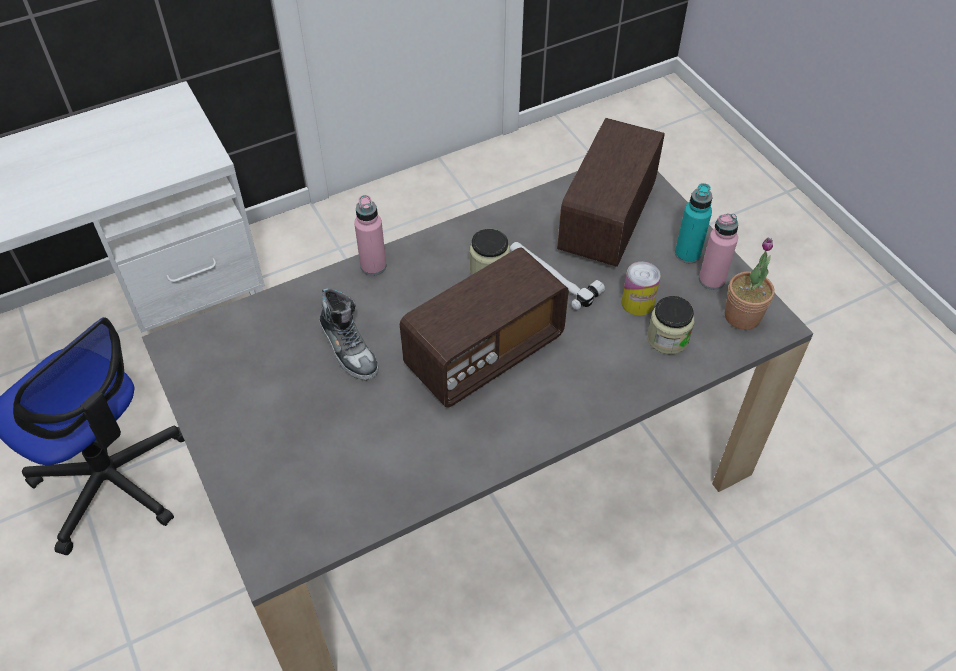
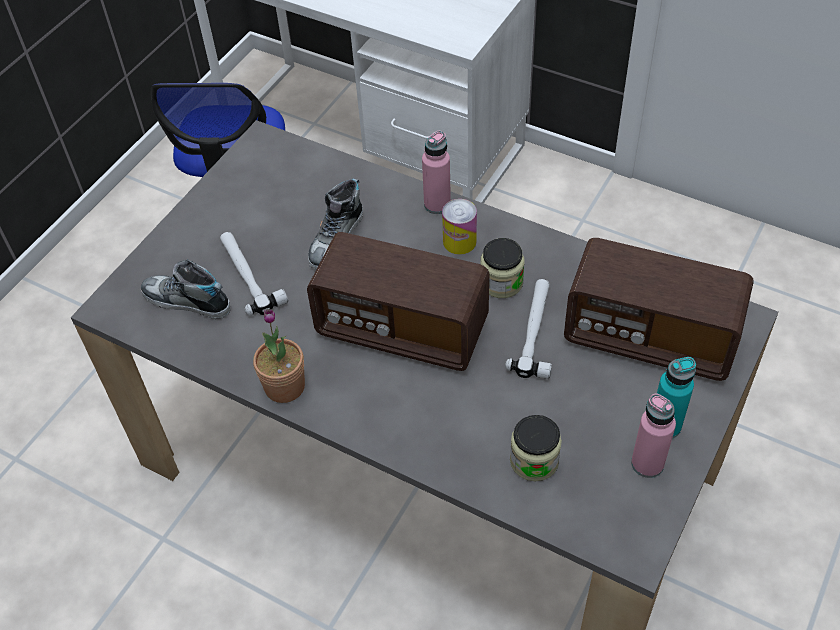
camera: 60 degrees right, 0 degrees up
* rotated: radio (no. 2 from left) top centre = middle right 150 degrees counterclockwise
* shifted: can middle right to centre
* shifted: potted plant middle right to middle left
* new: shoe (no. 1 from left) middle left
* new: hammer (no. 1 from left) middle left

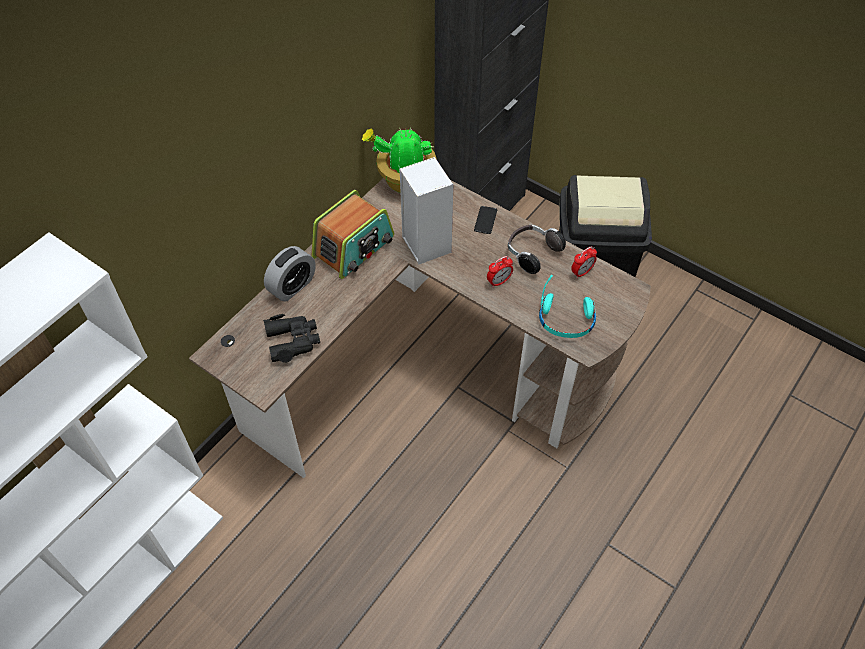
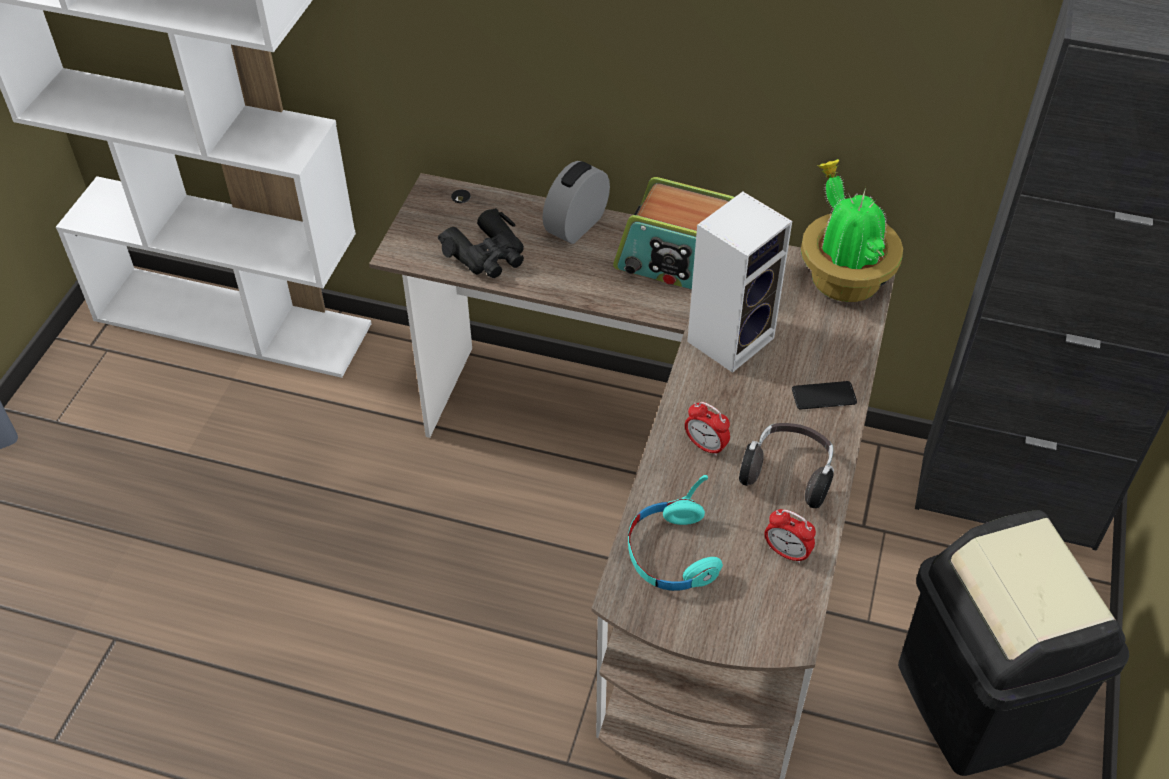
camera: 70 degrees right, 5 degrees down
* rotated: alarm clock (no. 1 from left) centre = top centre 105 degrees clockwise

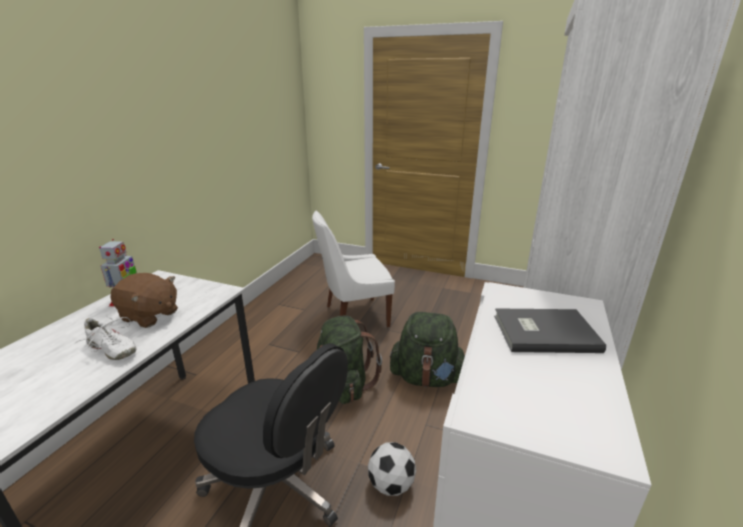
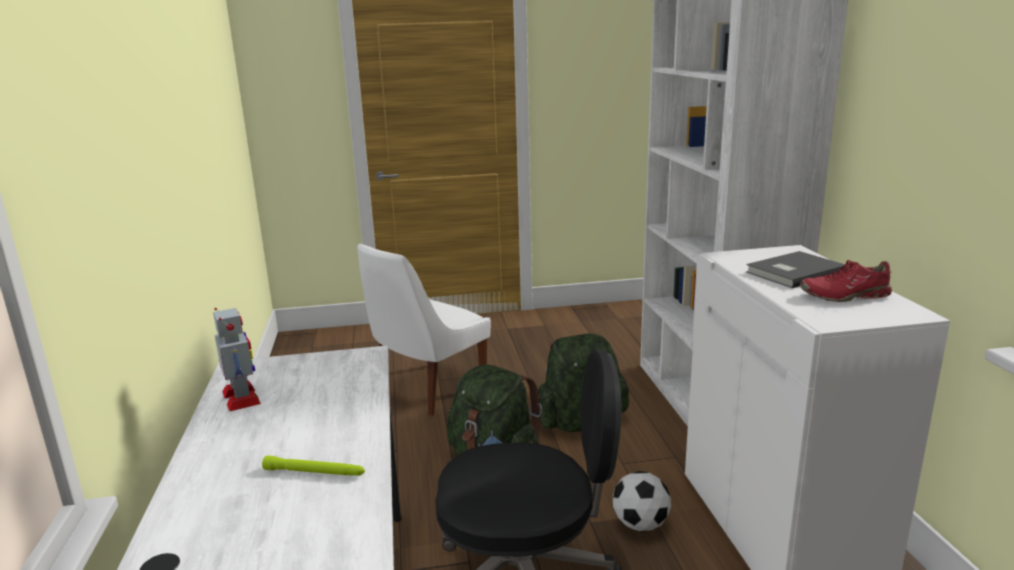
camera: 30 degrees left, 5 degrees down
* gone: white shoe middle left
* gone: brown plush toy middle left
* new: green flashlight bottom left
* new: red shoe middle right

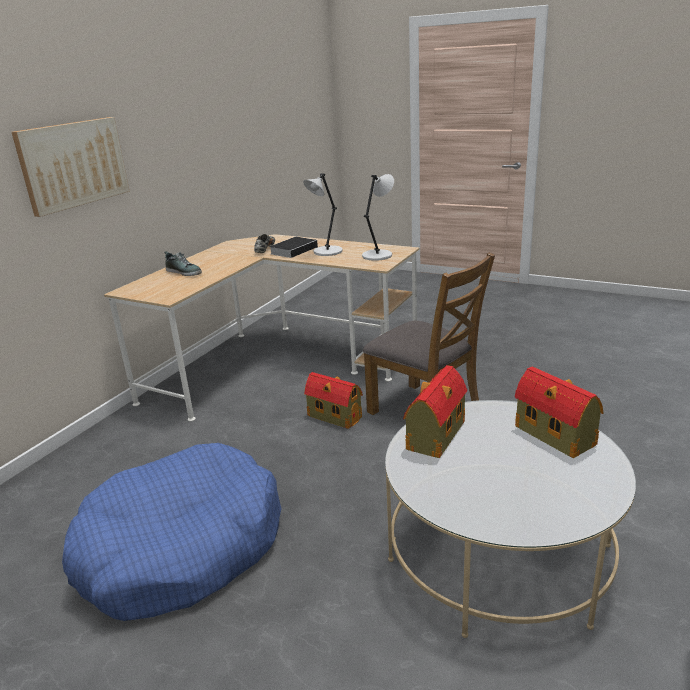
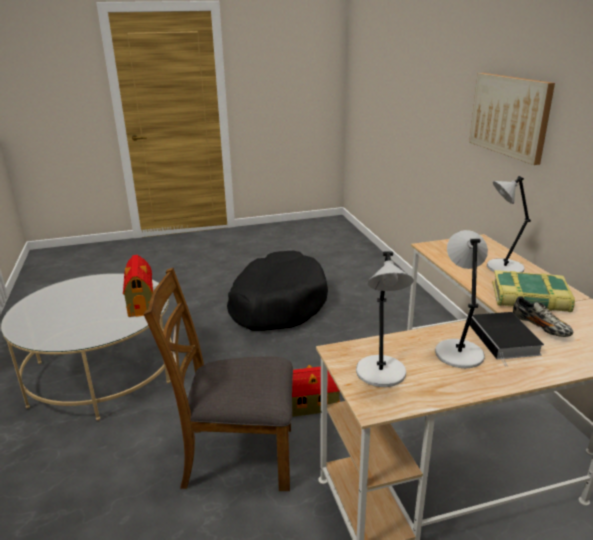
camera: 135 degrees right, 0 degrees up
* repainted: blue dog bed bottom left to black dog bed centre
* swapped: shoe (no. 1 from left) middle left to grey table lamp (no. 3 from left) middle right
* gone: toy house (no. 3 from left) middle right
* new: book (no. 2 from left) middle right

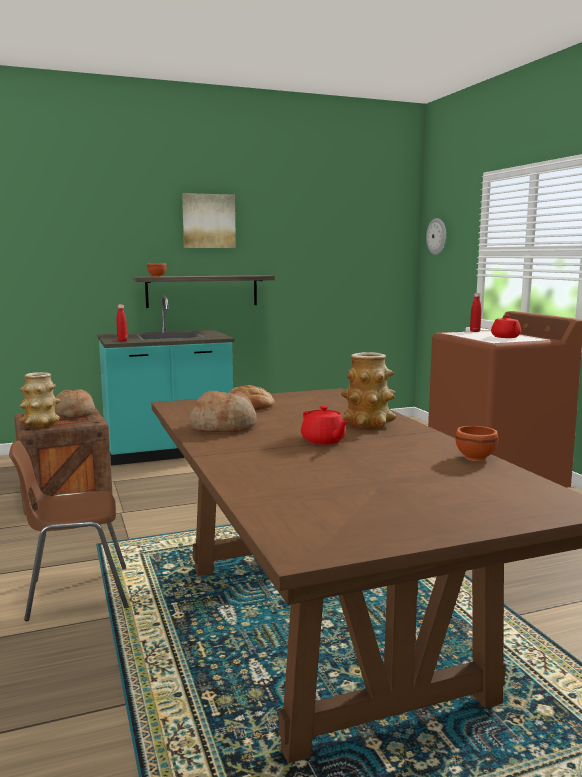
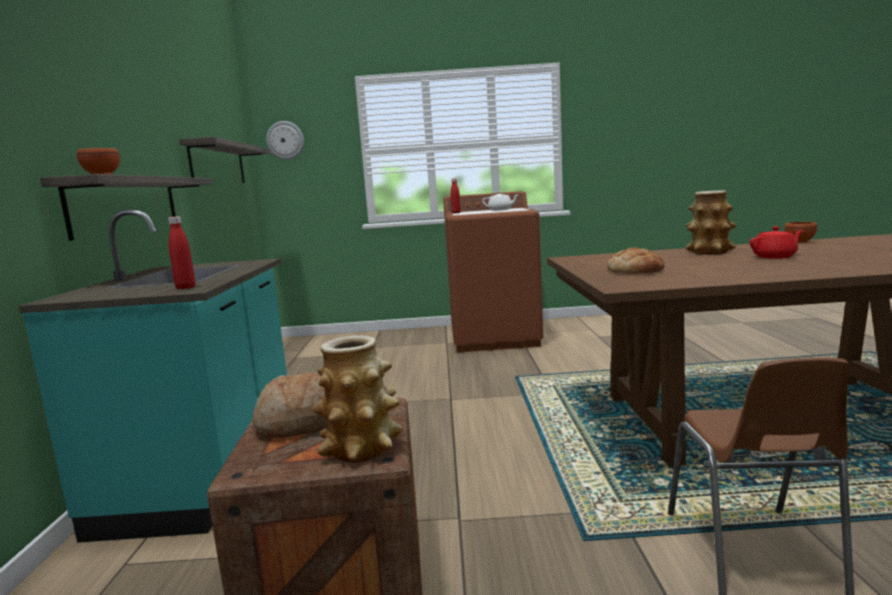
camera: 70 degrees left, 0 degrees up
* gone: picture top centre
* gone: bread (no. 2 from left) centre
* repainted: red teapot (no. 2 from left) middle right to white teapot centre
* new: shelf (no. 2 from left) top left

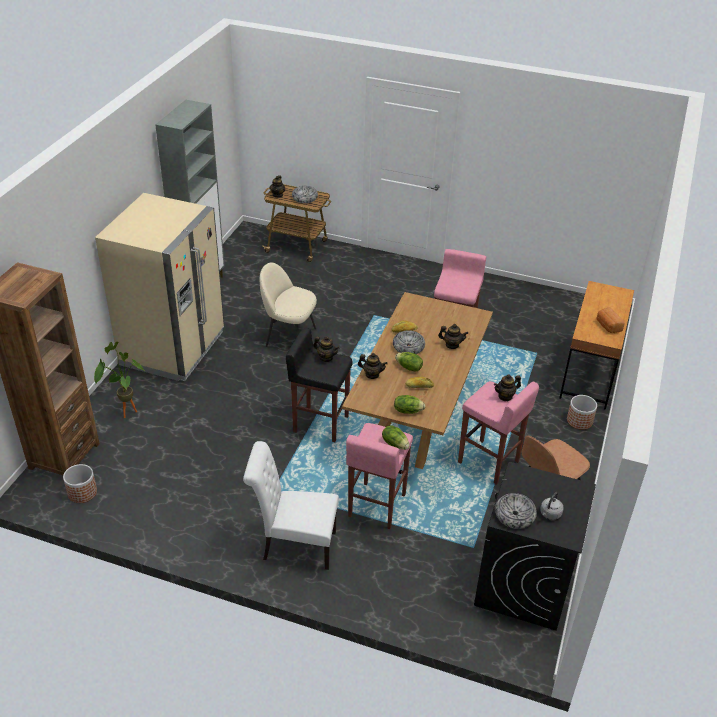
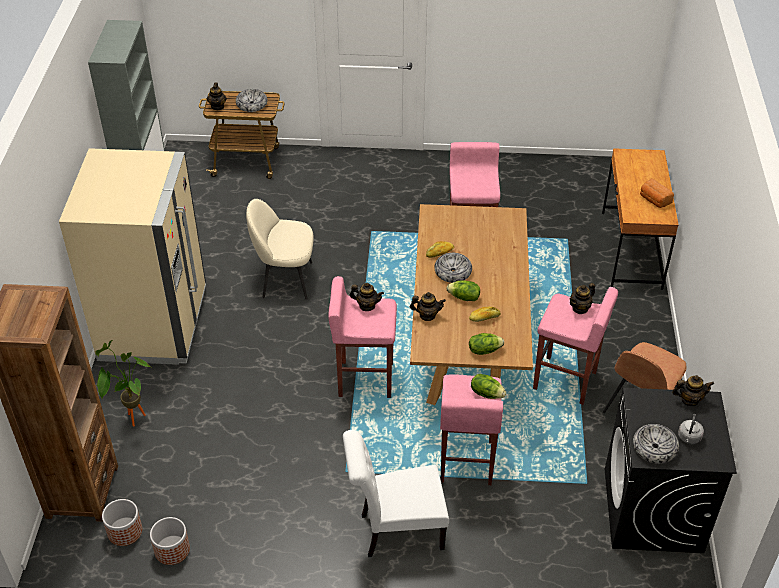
camera: 15 degrees left, 5 degrees up
* repainted: black stool centre to pink stool (no. 1 from left) centre
* shifted: teapot (no. 4 from left in the first image) centre to teapot (no. 5 from left) middle right
* shifted: planter (no. 2 from left) middle right to bottom left

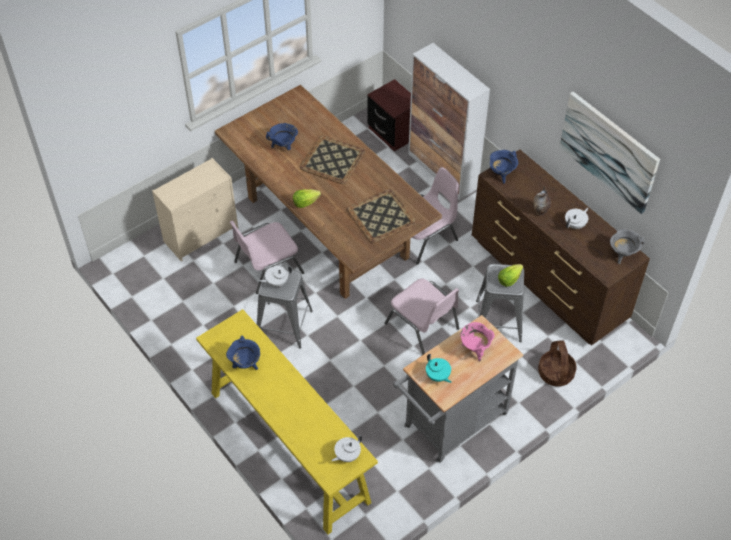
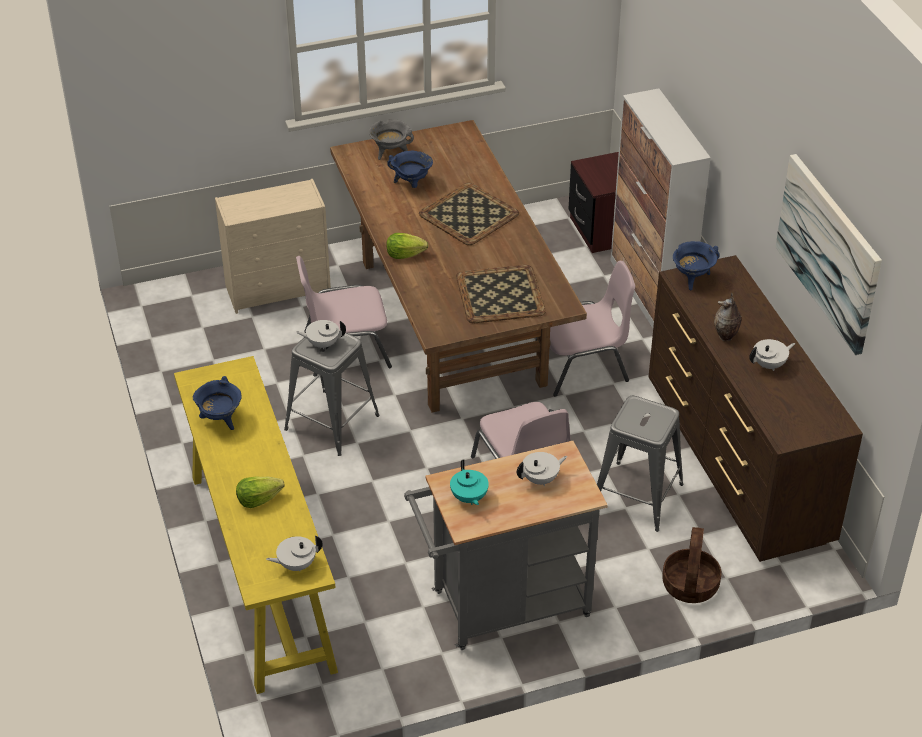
camera: 20 degrees right, 10 degrees down
* swapped: pink cooking pot centre to white teapot (no. 3 from left) centre
* shifted: lettuce (no. 2 from left in the first image) middle right to lettuce (no. 1 from left) bottom left
* shifted: grey cooking pot middle right to top centre

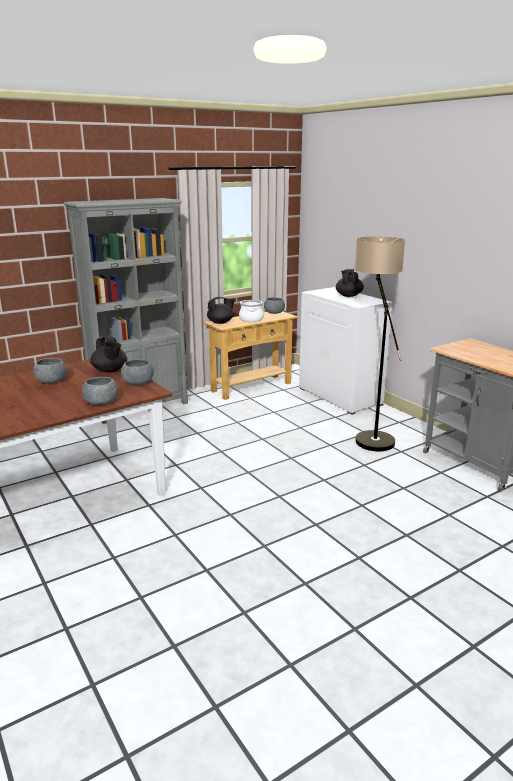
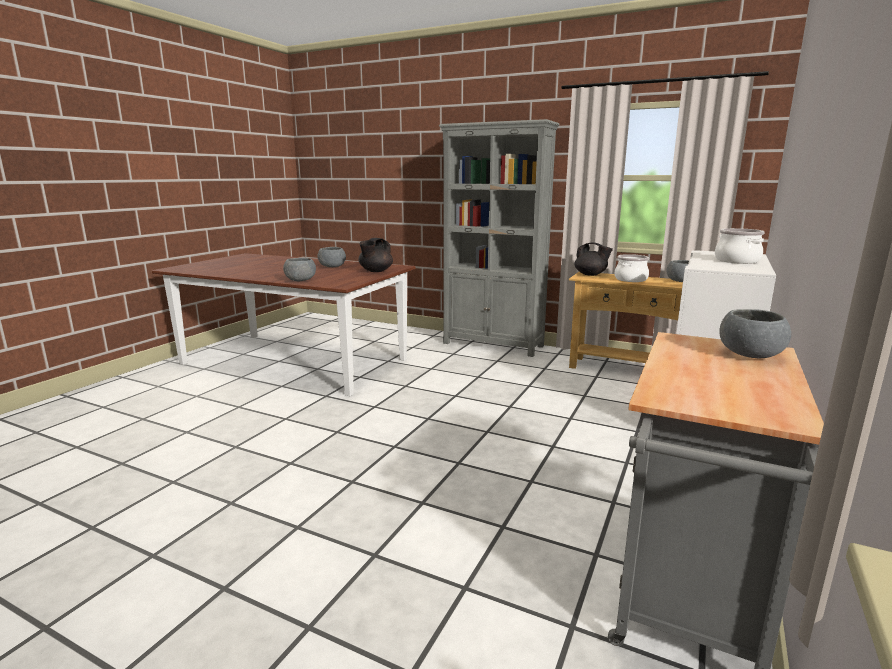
camera: 60 degrees right, 5 degrees down
* shifted: grey bowl (no. 3 from left in the first image) middle left to grey bowl (no. 4 from left) middle right
* swapped: black teapot (no. 3 from left) middle right to cooking pot (no. 2 from left) middle right
* gone: floor lamp middle right

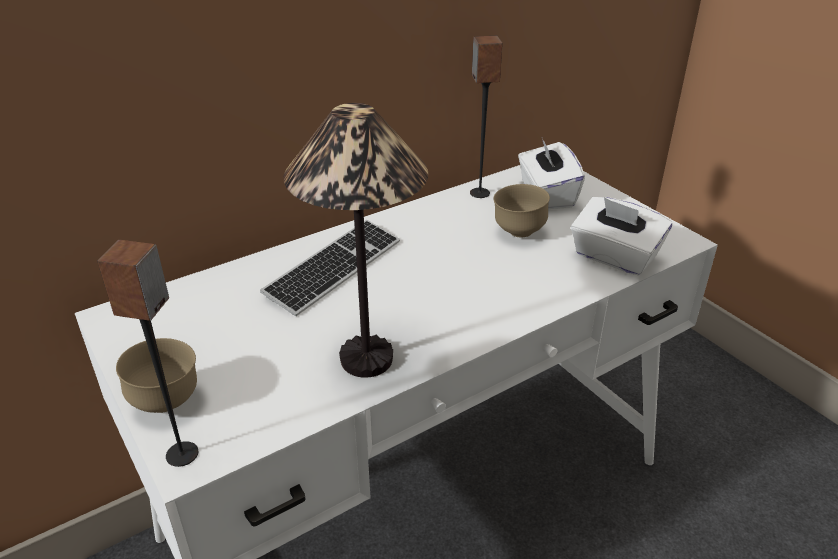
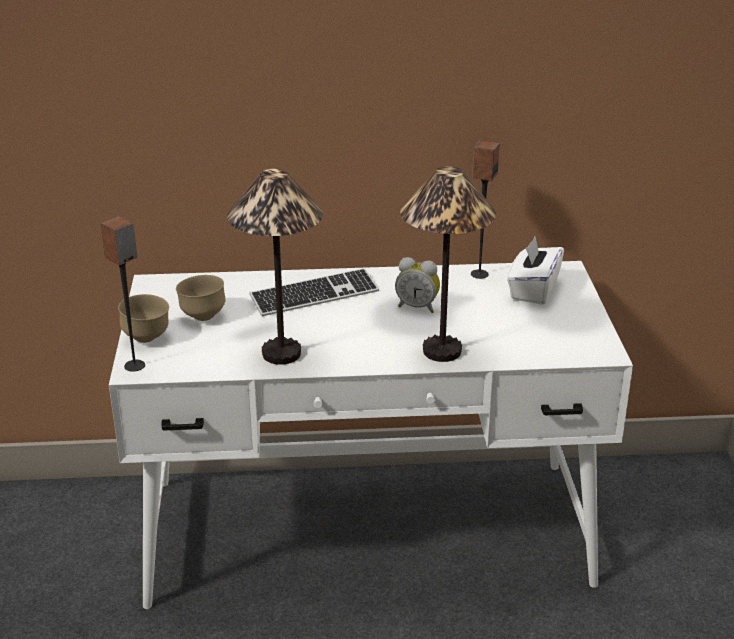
camera: 30 degrees right, 5 degrees down
* shifted: brown bowl (no. 2 from left) centre to middle left
* gone: white tissue box (no. 2 from left) middle right
* new: alarm clock centre
* new: table lamp (no. 2 from left) centre

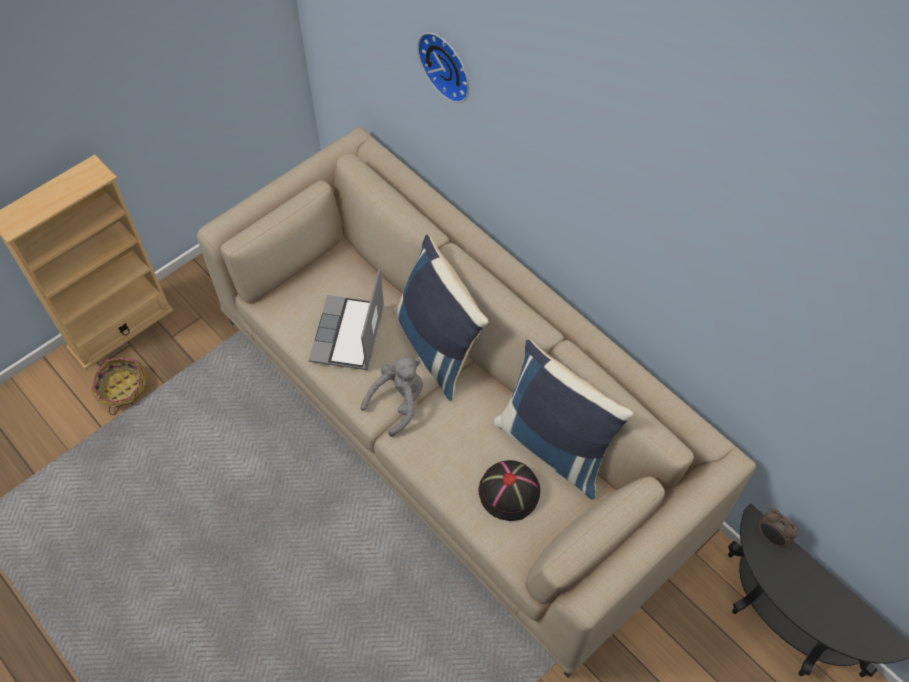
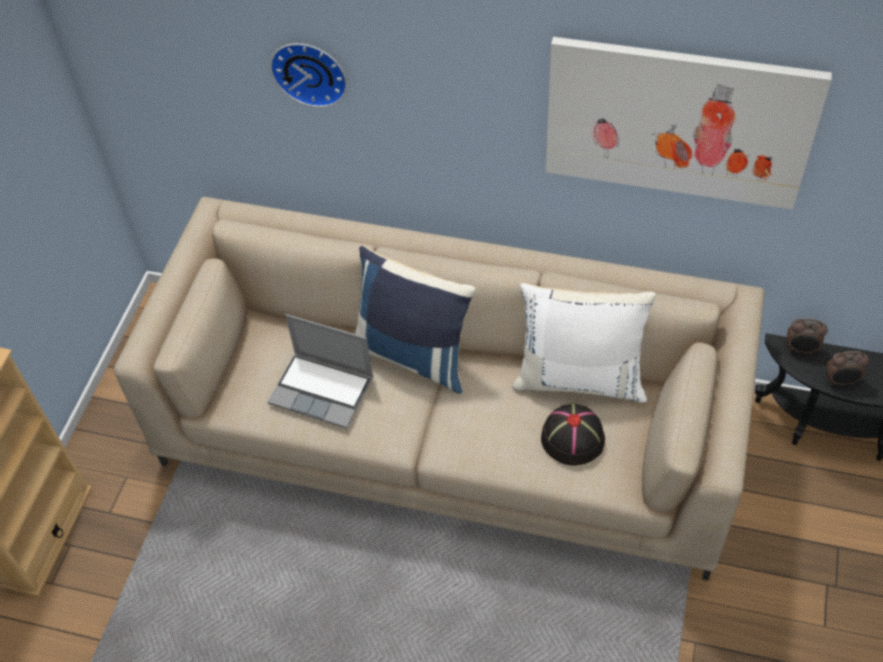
camera: 30 degrees left, 5 degrees down
* gone: basket middle left
* rotated: laptop centre = centre 45 degrees counterclockwise
* gone: grey plush toy centre
* repainted: blue pillow (no. 2 from left) centre to white pillow centre
* new: picture top right
* new: alarm clock (no. 2 from left) middle right

